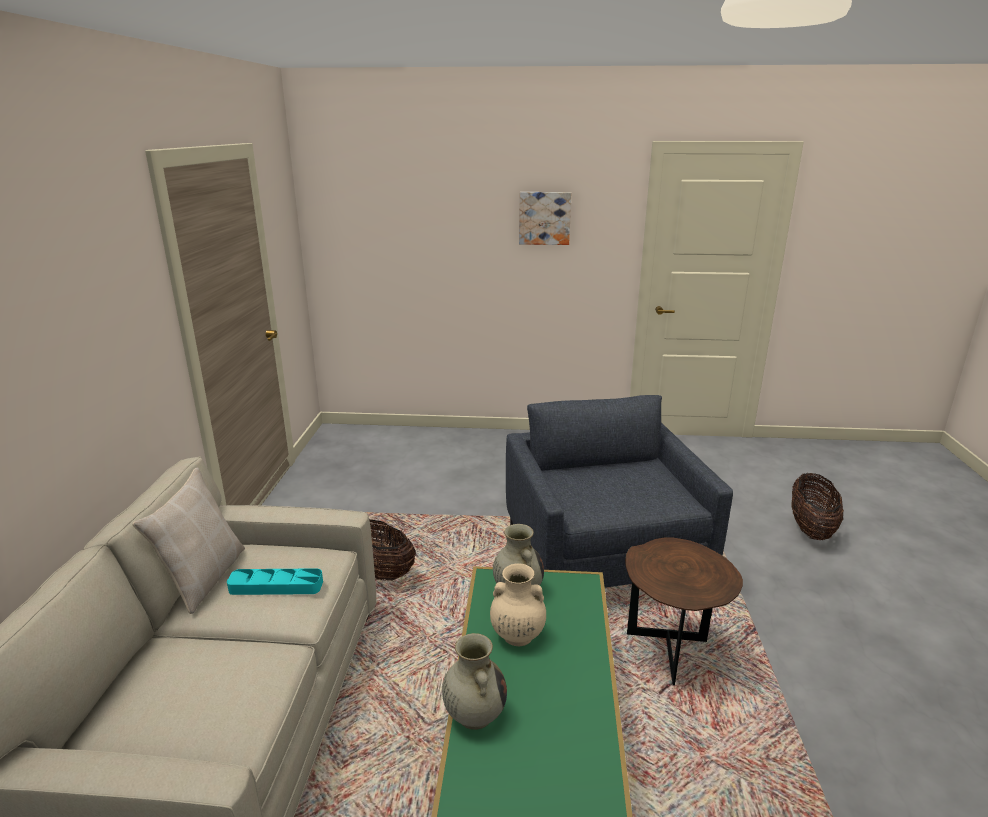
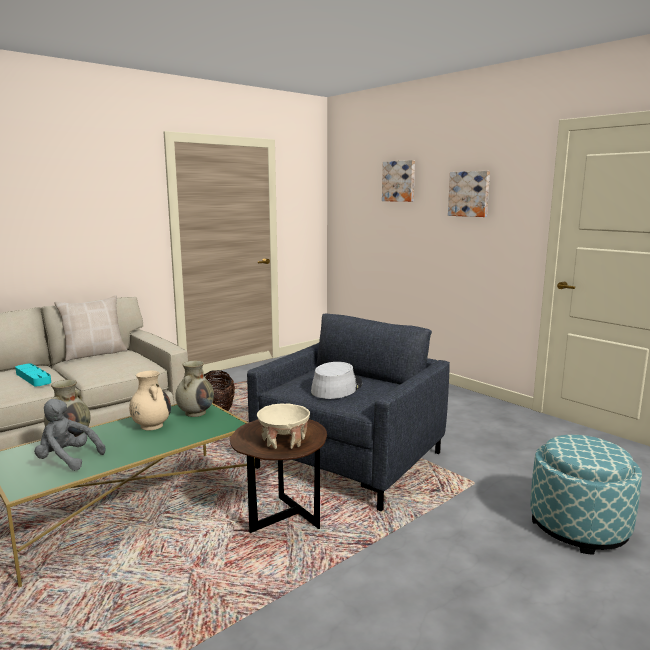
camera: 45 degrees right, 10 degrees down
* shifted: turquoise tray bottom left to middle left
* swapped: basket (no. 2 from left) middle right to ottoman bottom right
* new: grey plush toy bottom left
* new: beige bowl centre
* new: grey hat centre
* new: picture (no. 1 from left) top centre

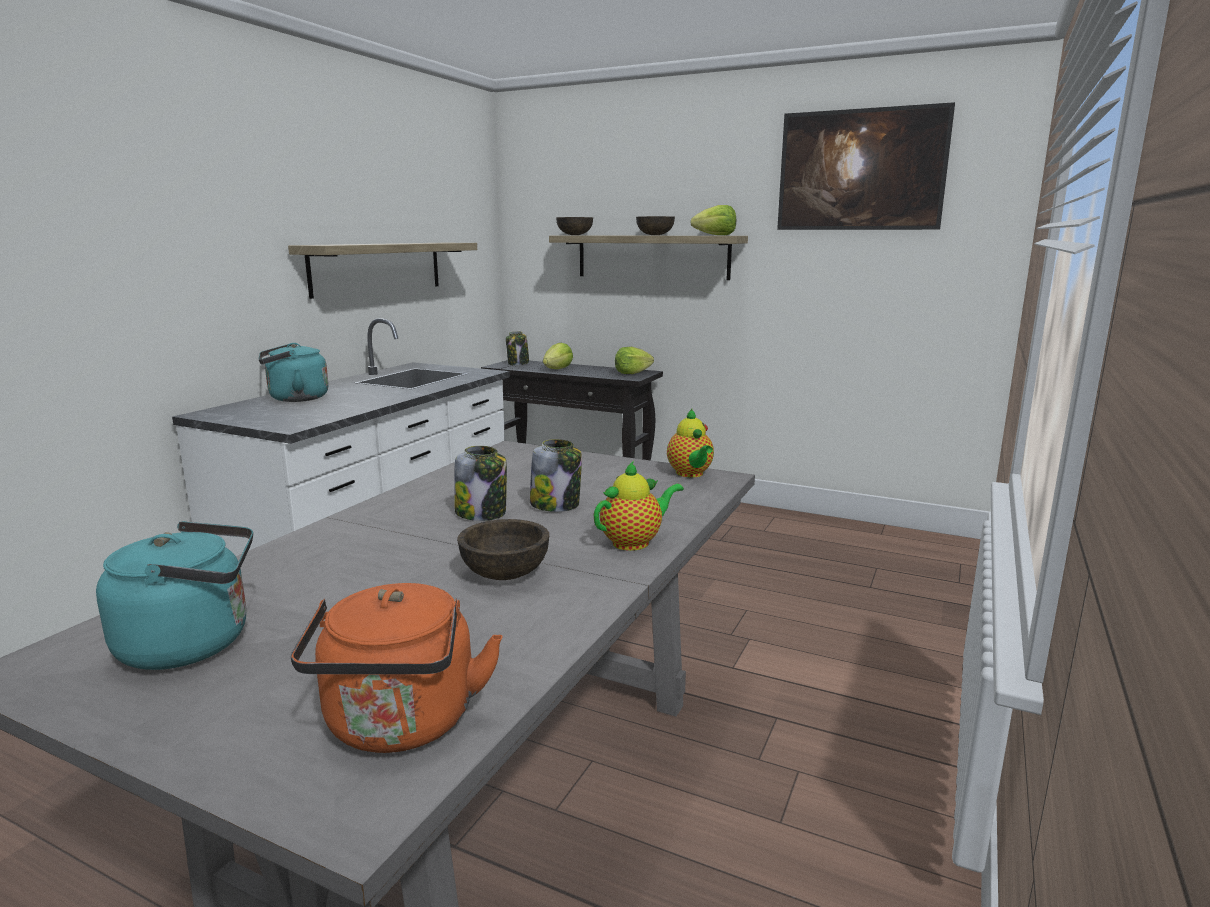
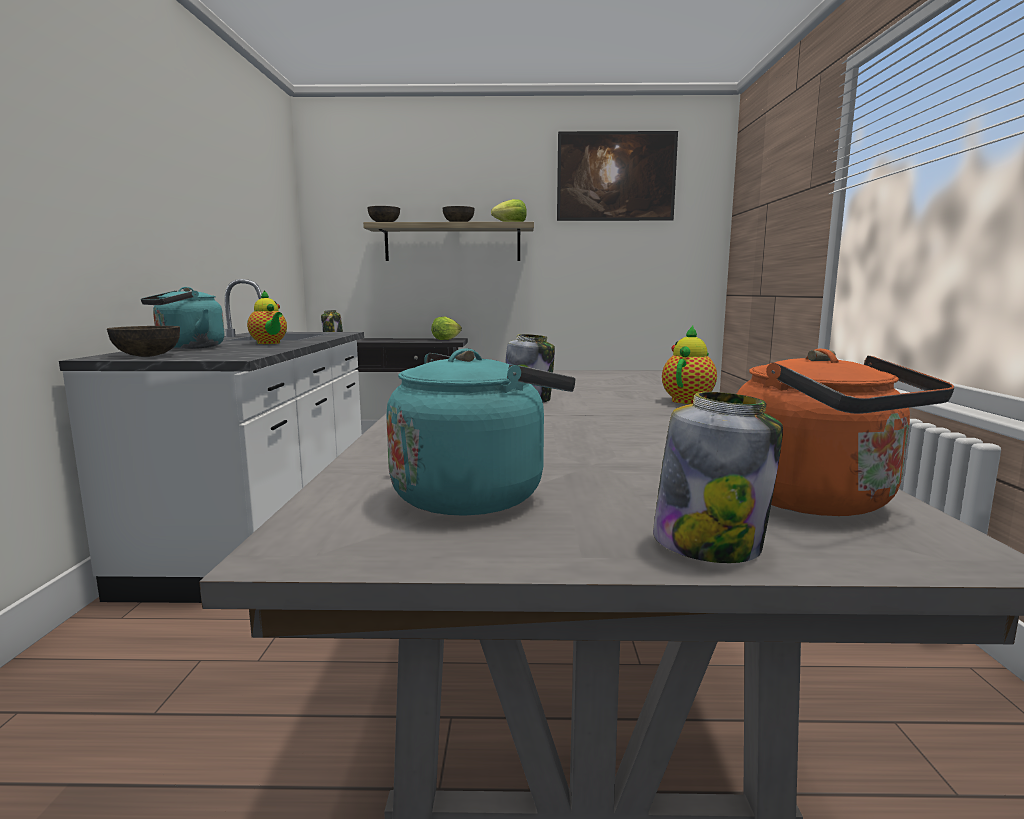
camera: 25 degrees left, 5 degrees down
* gone: shelf (no. 1 from left) top left
* shifted: brown bowl (no. 1 from left) centre to middle left
* shifted: jar (no. 3 from left) centre to middle right
* gone: lettuce (no. 1 from left) centre
* shifted: teapot (no. 2 from left in the first image) centre to teapot (no. 1 from left) middle left

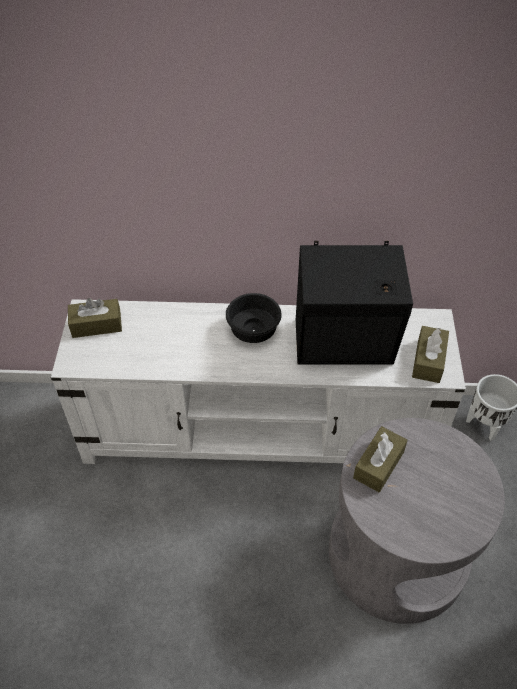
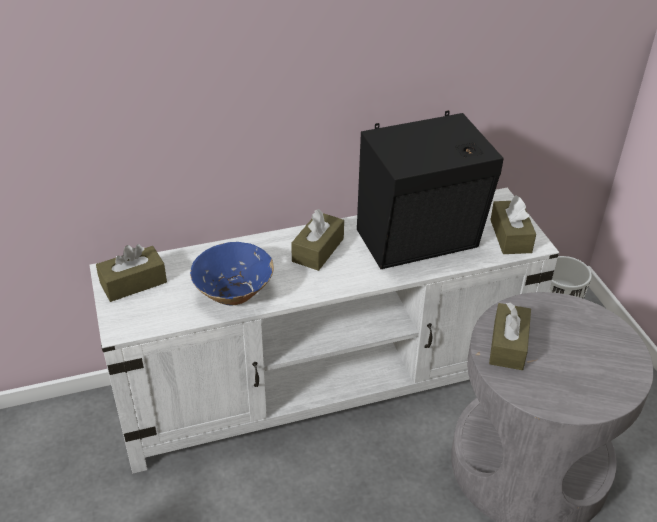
camera: 20 degrees left, 10 degrees down
* swapped: black bowl centre to brown tissue box (no. 2 from left) centre
* new: blue bowl centre

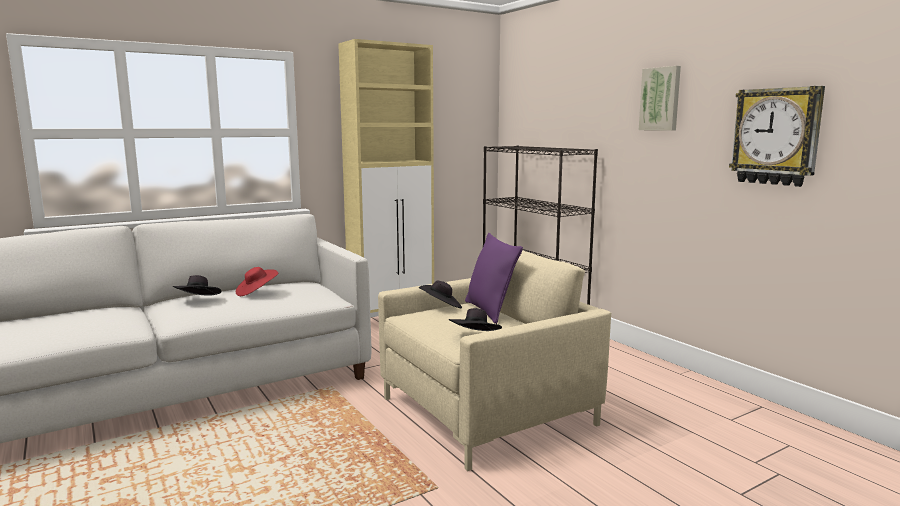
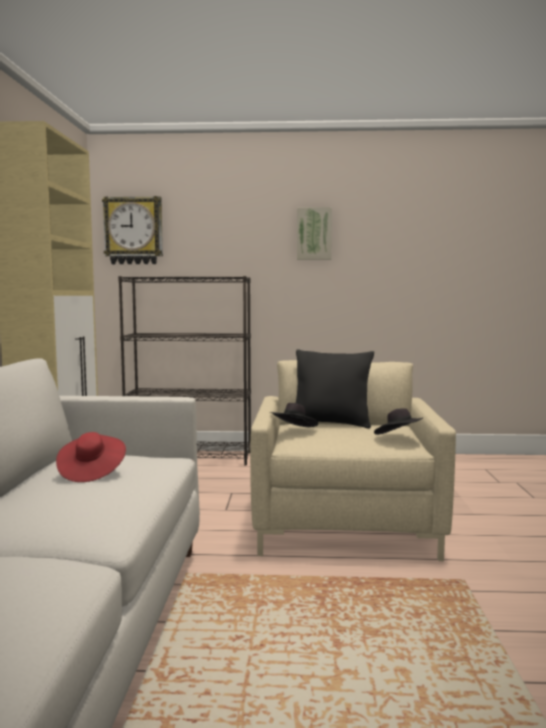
camera: 55 degrees left, 5 degrees down
* gone: black hat (no. 1 from left) middle left
* repainted: purple pillow centre to black pillow centre
* shifted: wall clock top right to top left

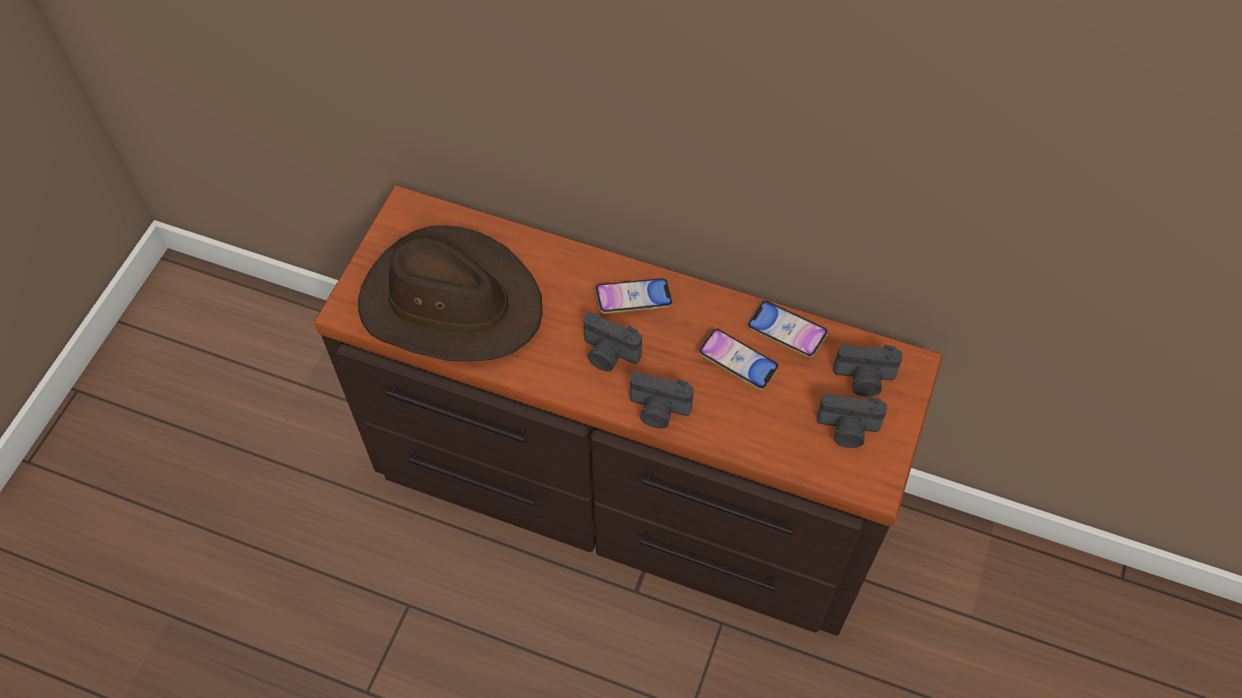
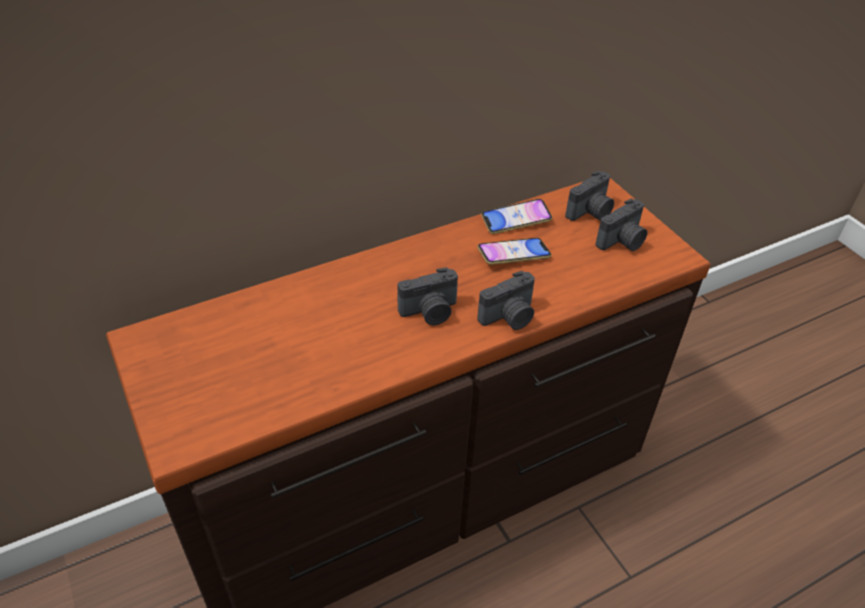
camera: 50 degrees left, 15 degrees down
* gone: brown hat centre
* gone: phone (no. 1 from left) centre

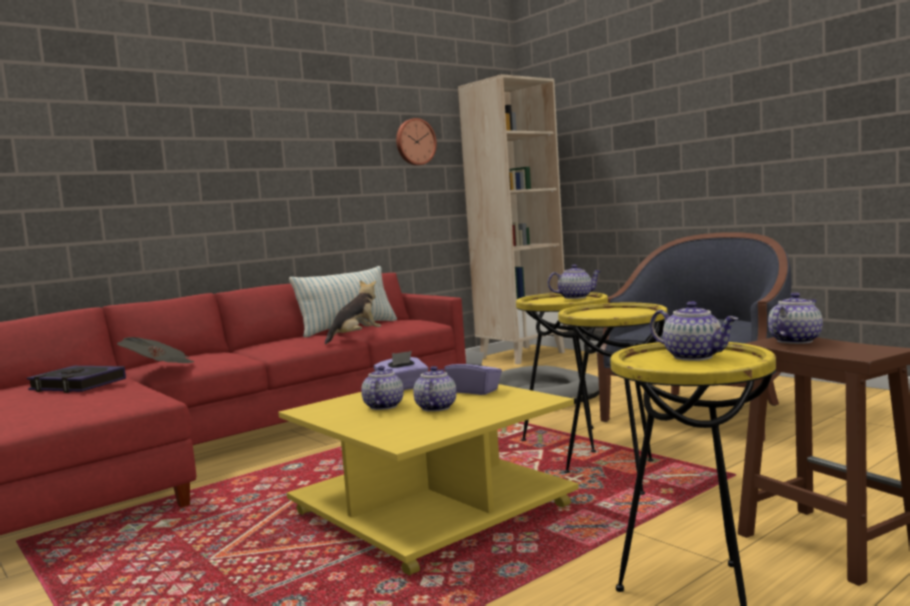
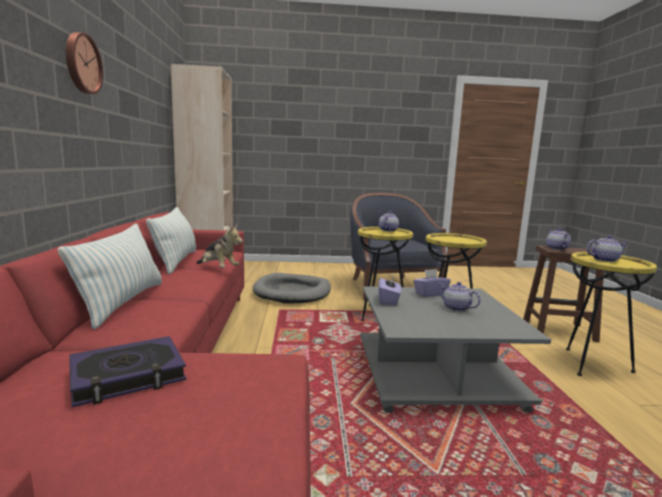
camera: 55 degrees left, 5 degrees up
* gone: newspaper middle left
* repainted: yellow coffee table bottom centre to grey coffee table bottom right
* rotated: plush toy centre = middle left 135 degrees clockwise
* gone: teapot (no. 1 from left) centre
* shifted: wall clock top centre to top left
* new: pillow (no. 1 from left) middle left

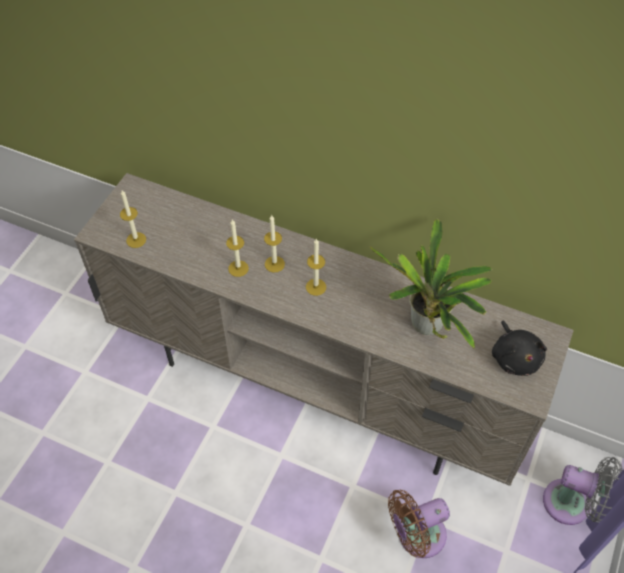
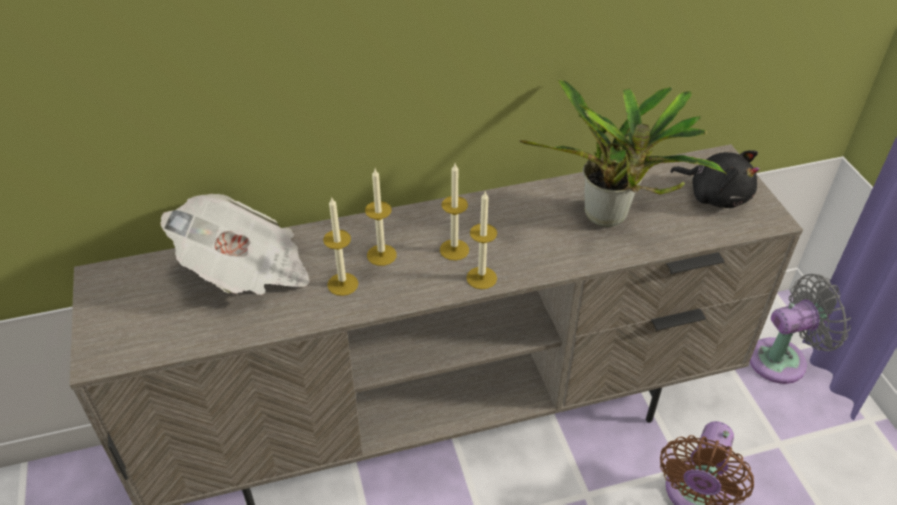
camera: 40 degrees left, 10 degrees down
* shifted: candle (no. 1 from left in the first image) middle left to candle (no. 4 from left) centre
* new: newspaper middle left

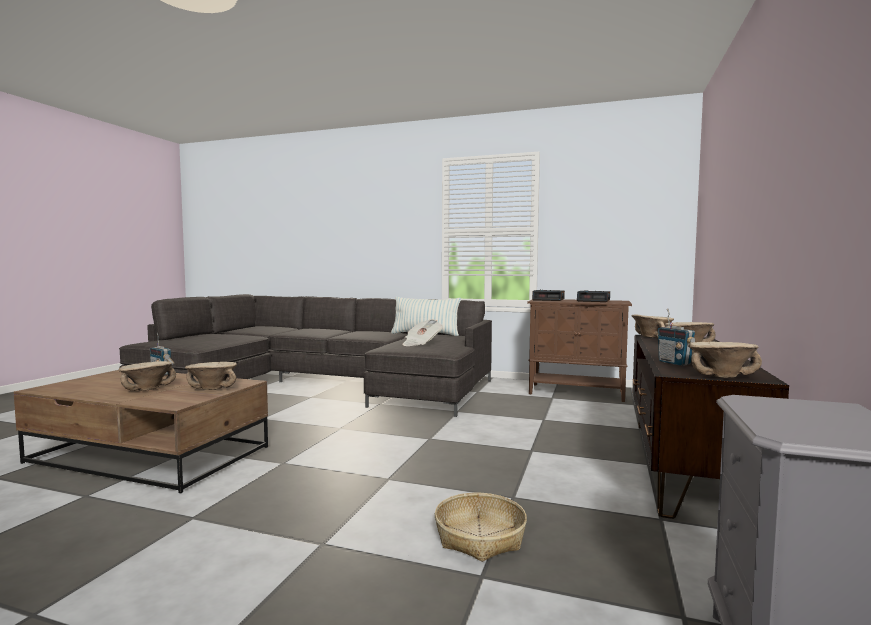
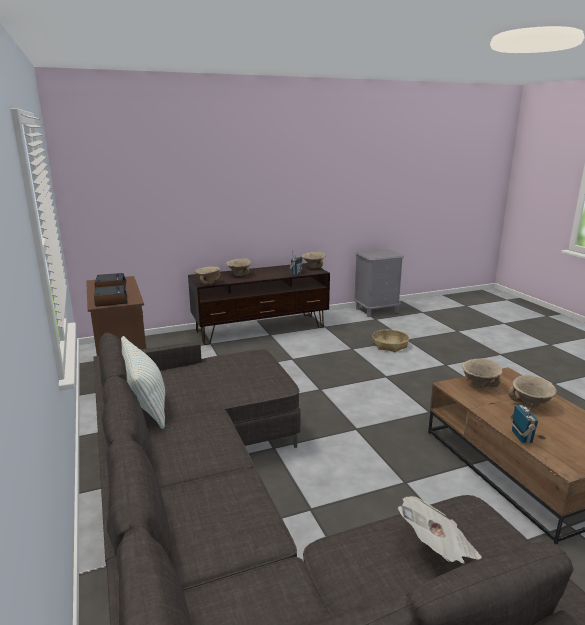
camera: 130 degrees left, 15 degrees up
* shifted: newspaper centre to bottom right

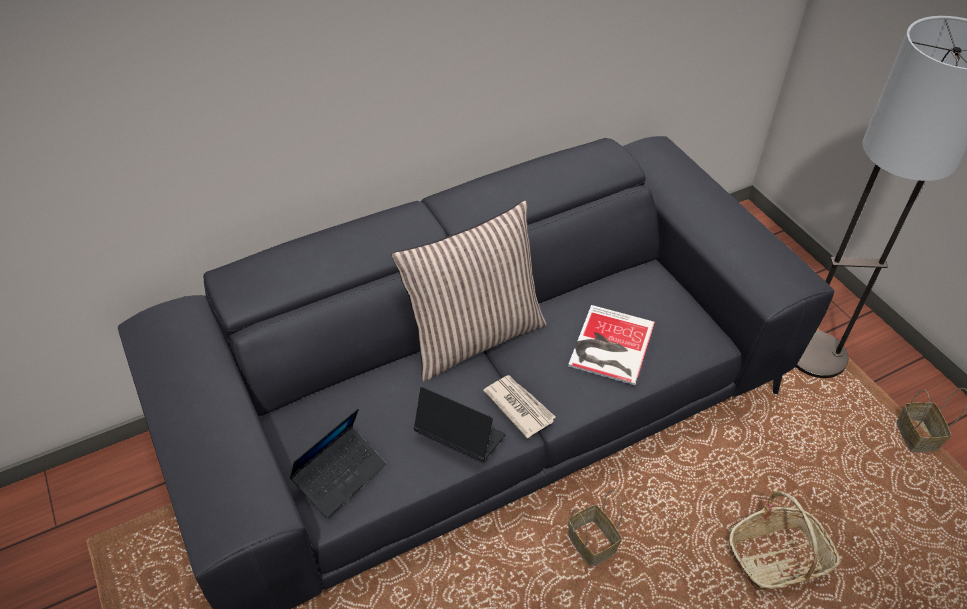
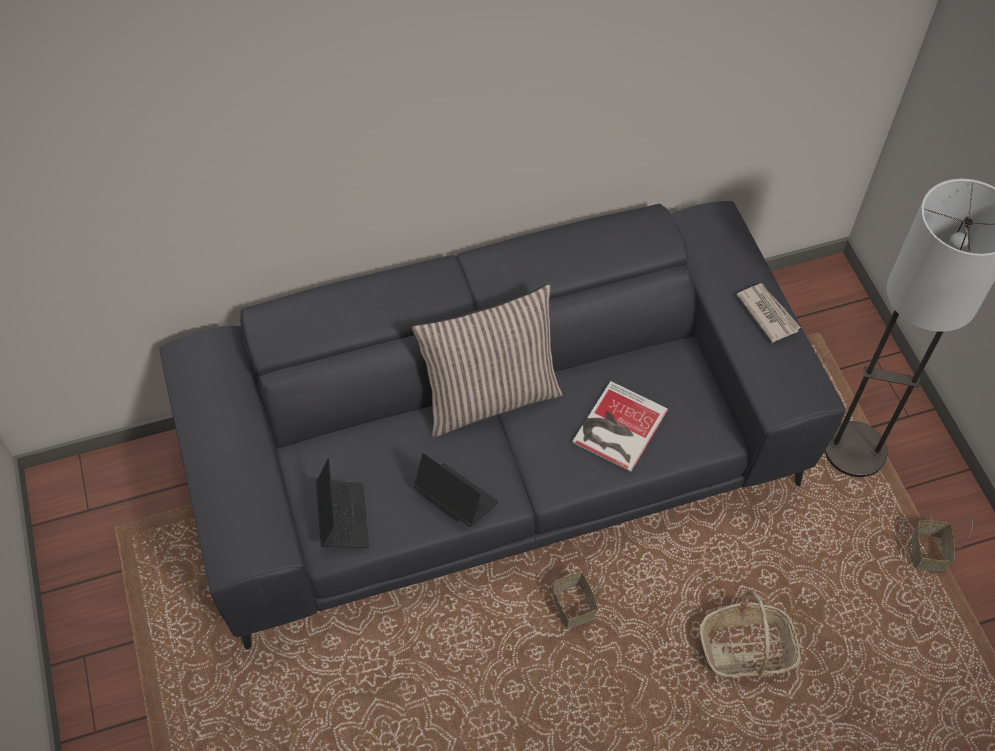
camera: 10 degrees right, 10 degrees up
* rotated: laptop (no. 1 from left) bottom centre = bottom centre 60 degrees counterclockwise
* shifted: newspaper bottom centre to middle right

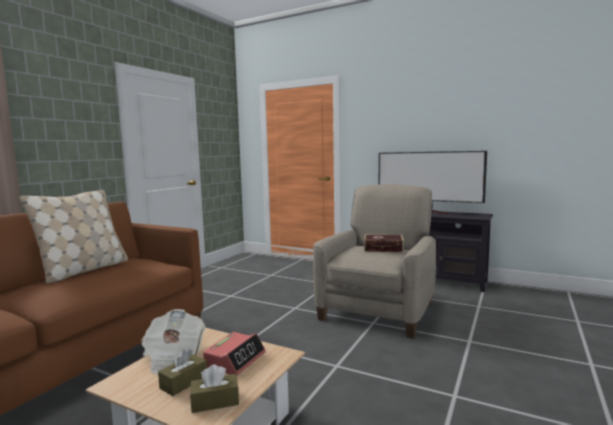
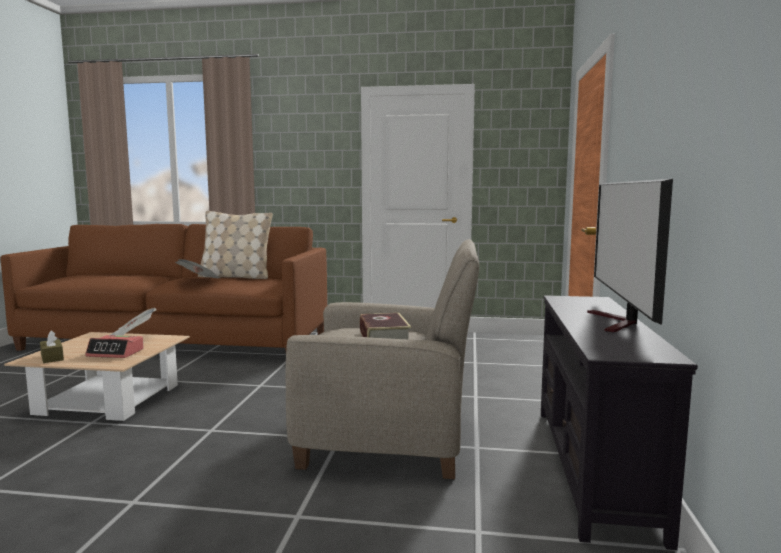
camera: 70 degrees right, 0 degrees up
* gone: brown tissue box (no. 1 from left) bottom left
* new: newspaper (no. 2 from left) middle left

